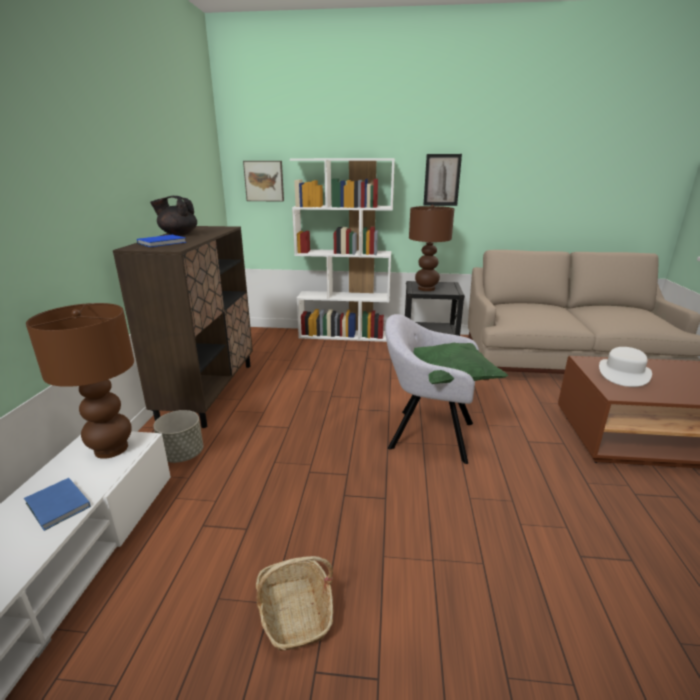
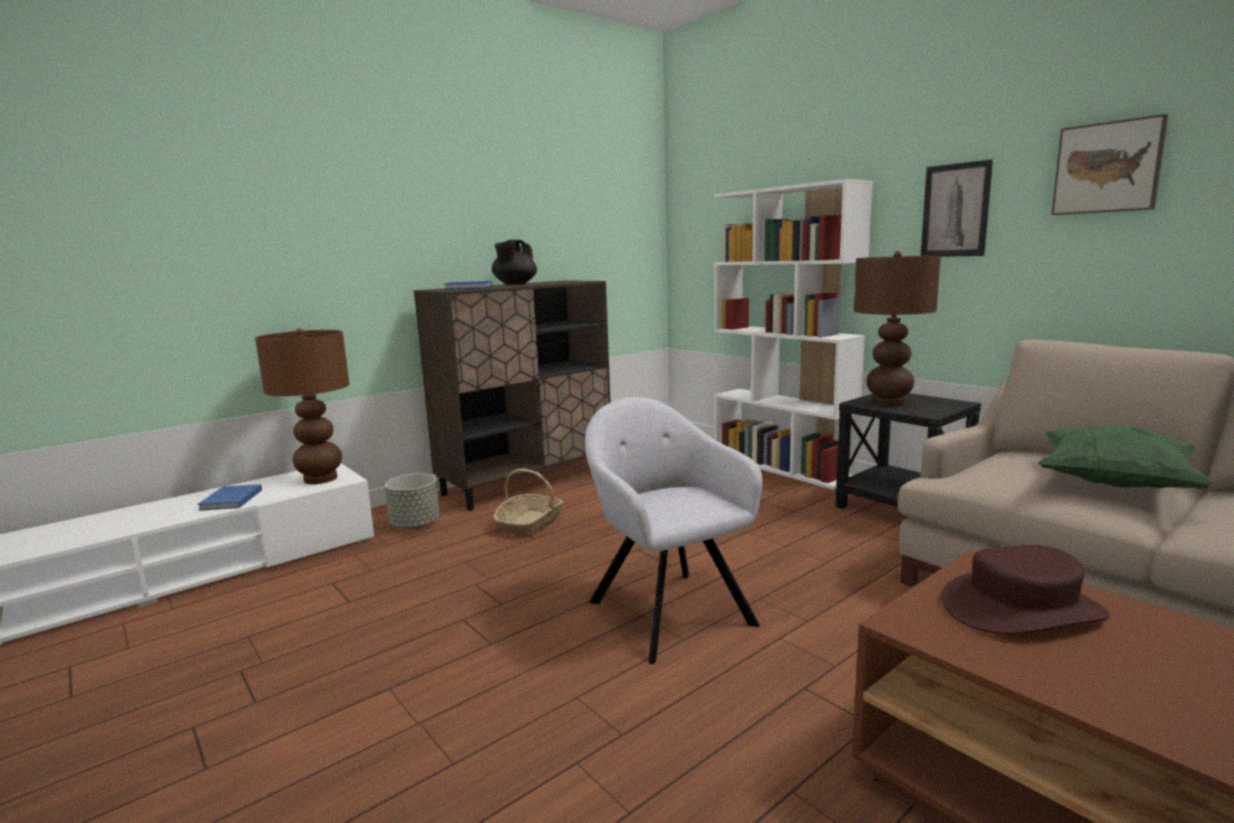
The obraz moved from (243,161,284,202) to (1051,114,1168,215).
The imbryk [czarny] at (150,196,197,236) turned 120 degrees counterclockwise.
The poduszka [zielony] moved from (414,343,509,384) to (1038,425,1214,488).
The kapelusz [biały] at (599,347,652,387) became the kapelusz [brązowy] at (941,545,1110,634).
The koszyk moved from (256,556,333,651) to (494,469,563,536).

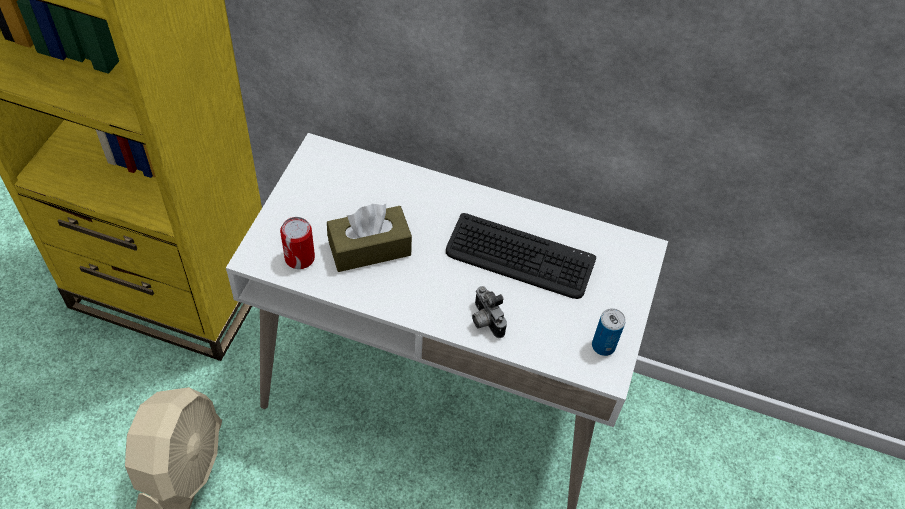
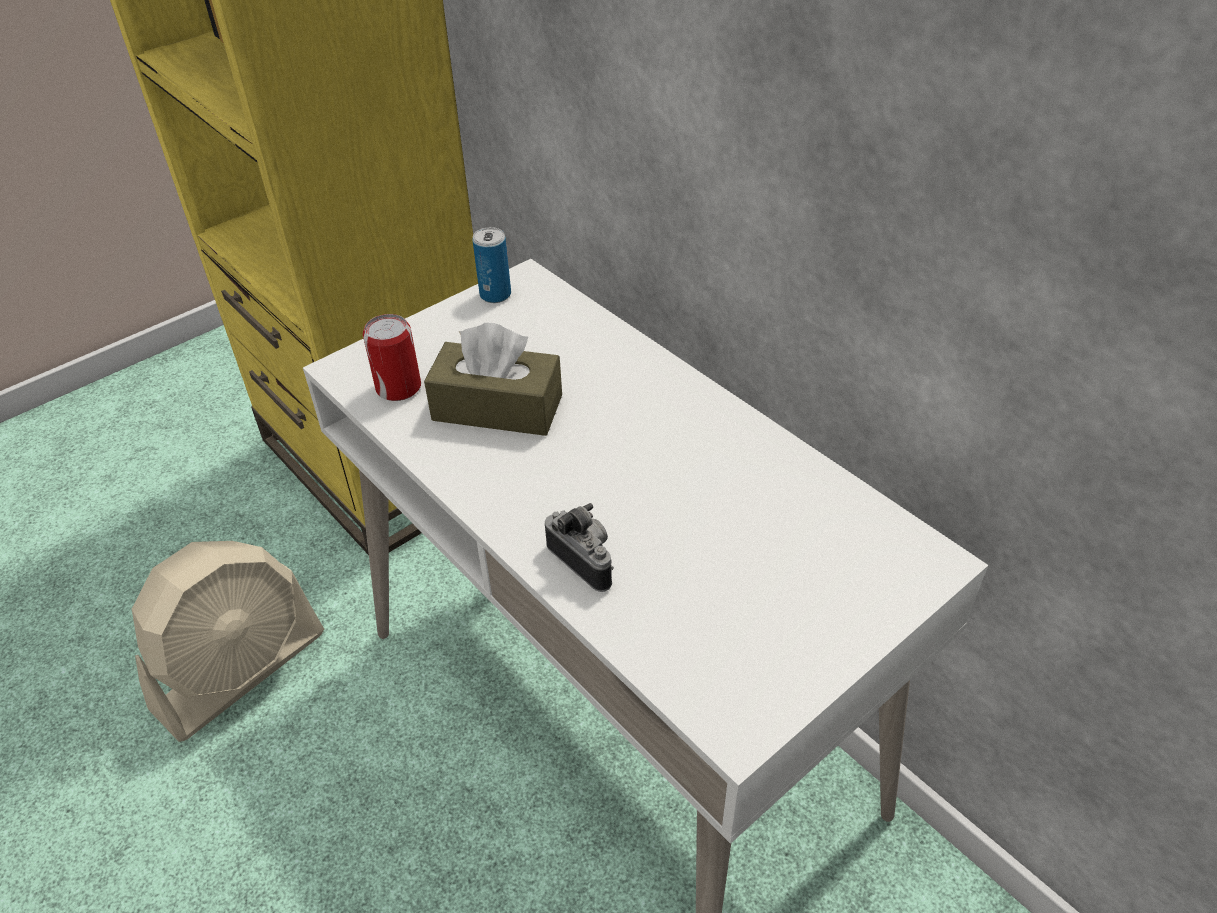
The klawiatura at (446,213,596,299) disappeared.
The aparat fotograficzny at (472,286,507,338) turned 135 degrees clockwise.
The puszka moved from (592,308,626,356) to (472,227,511,303).

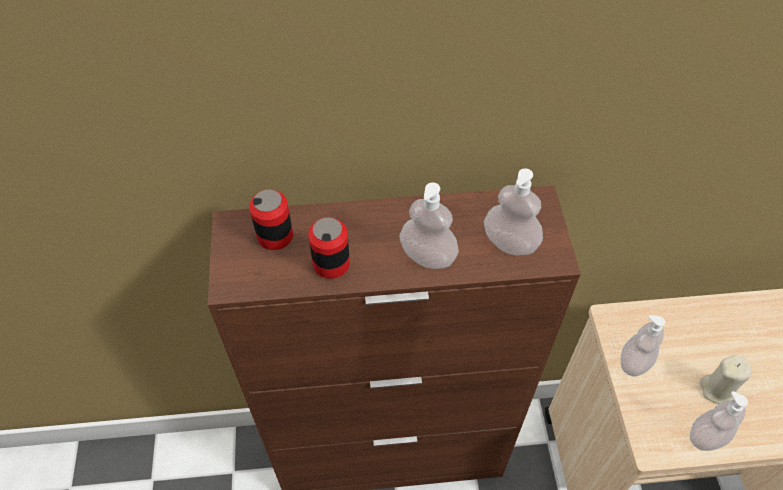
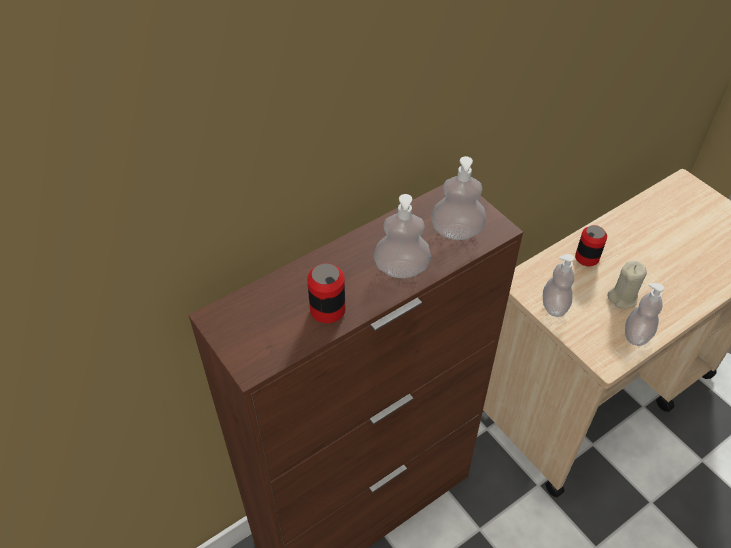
The puszka moved from (249,189,293,250) to (575,225,607,266).

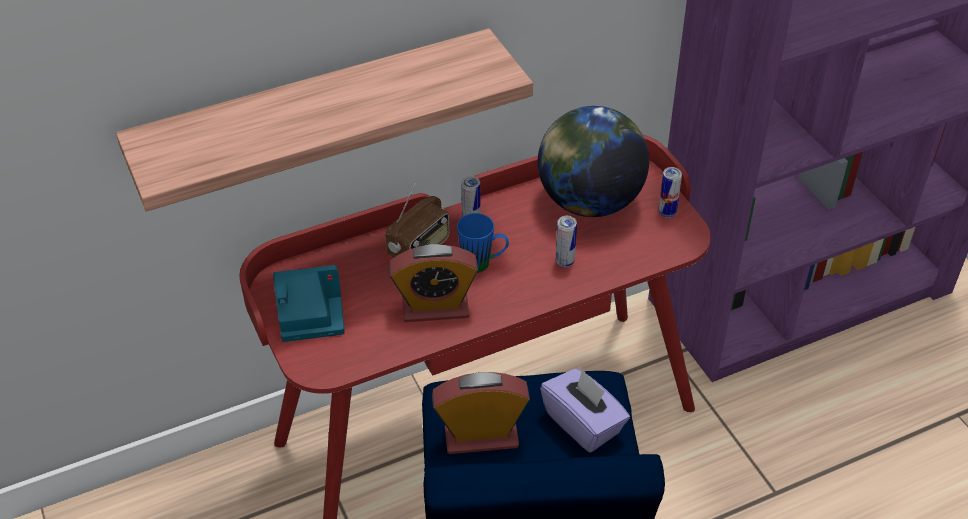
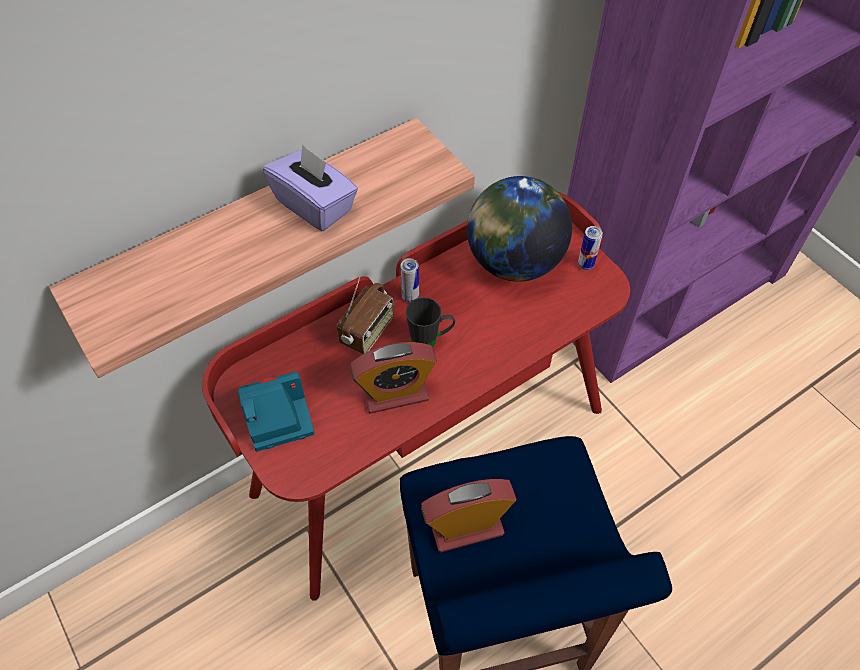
The kubek [niebieski] at (457,213,509,273) became the kubek [czarny] at (406,298,455,347).
The puszka at (556,216,577,267) disappeared.
The pudełko chusteczek [fioletowy] moved from (540,368,630,452) to (263,144,358,231).

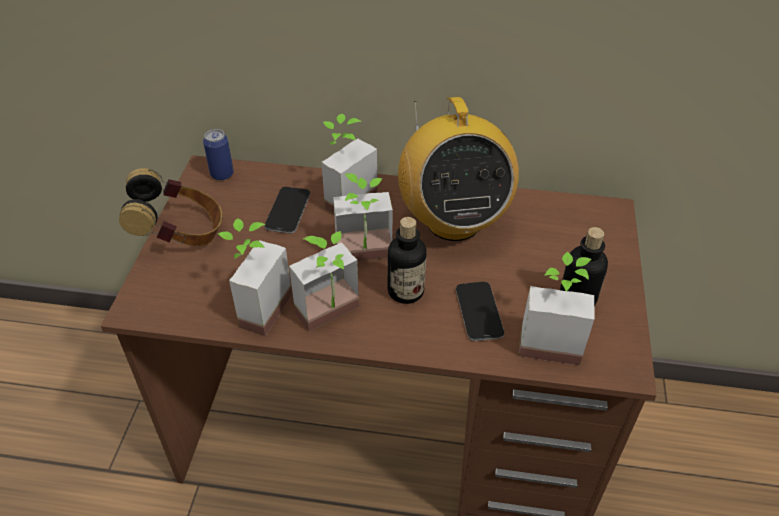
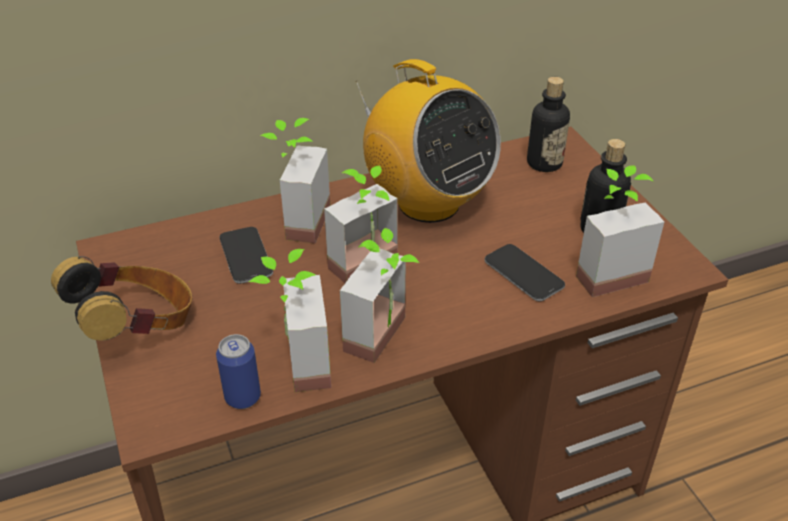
The puszka moved from (203,129,234,181) to (216,334,261,409).
The butelka moved from (388,217,426,304) to (527,77,570,172).

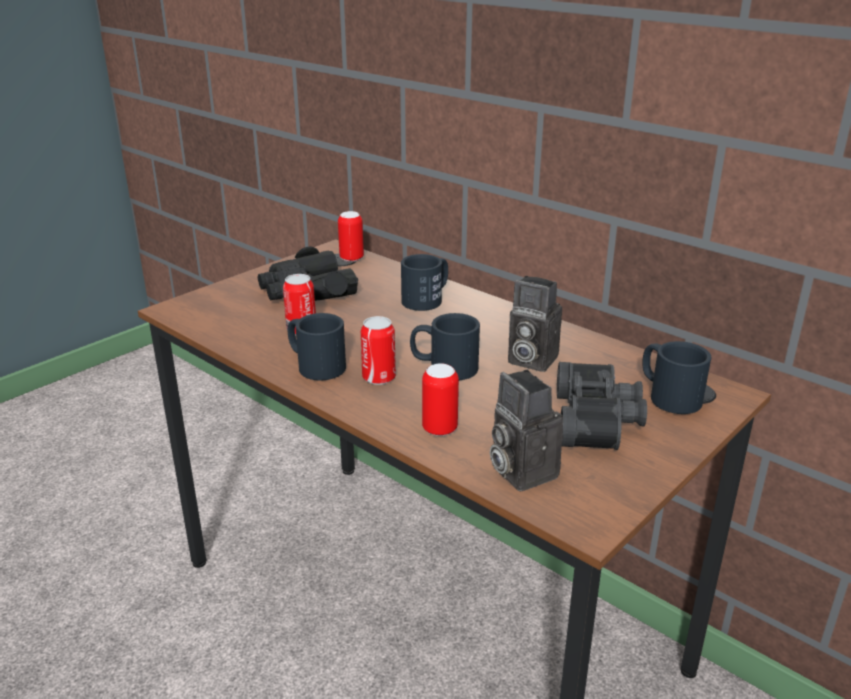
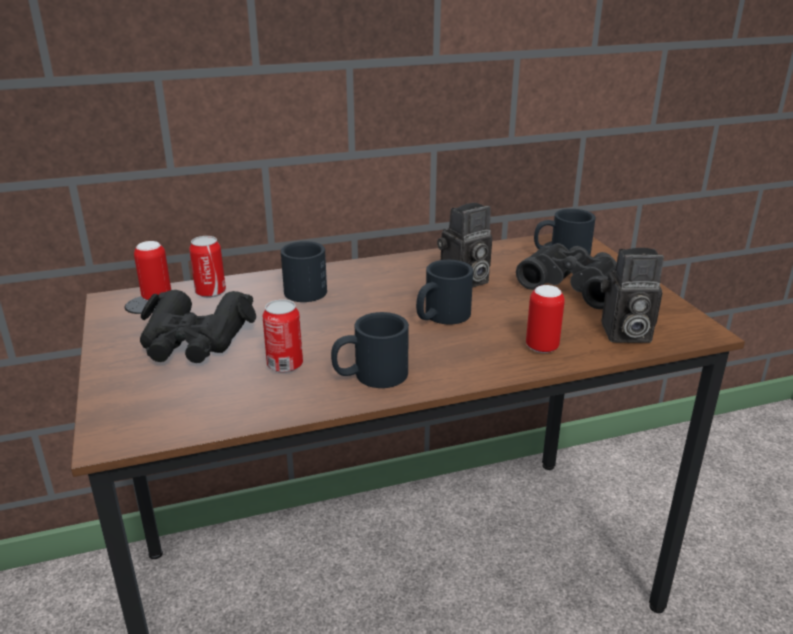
The puszka moved from (361,316,396,385) to (189,236,226,298).

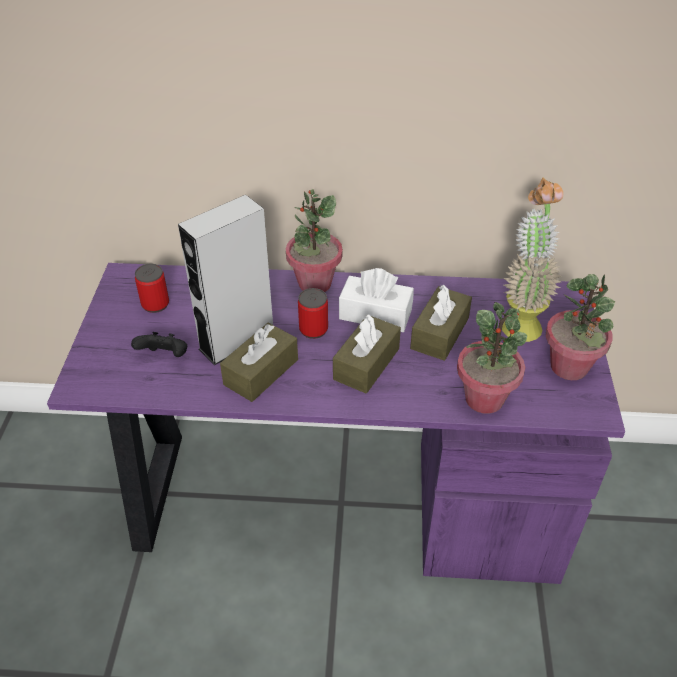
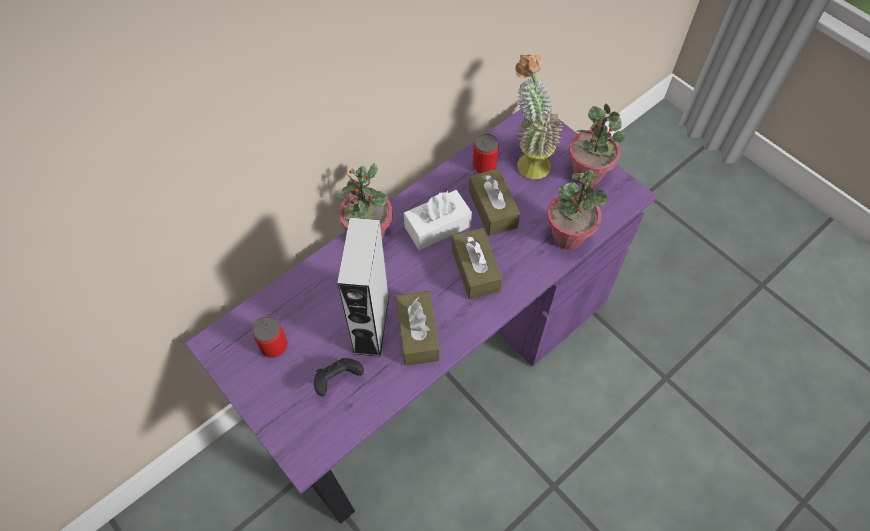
The puszka moved from (298,288,328,339) to (473,133,499,173).

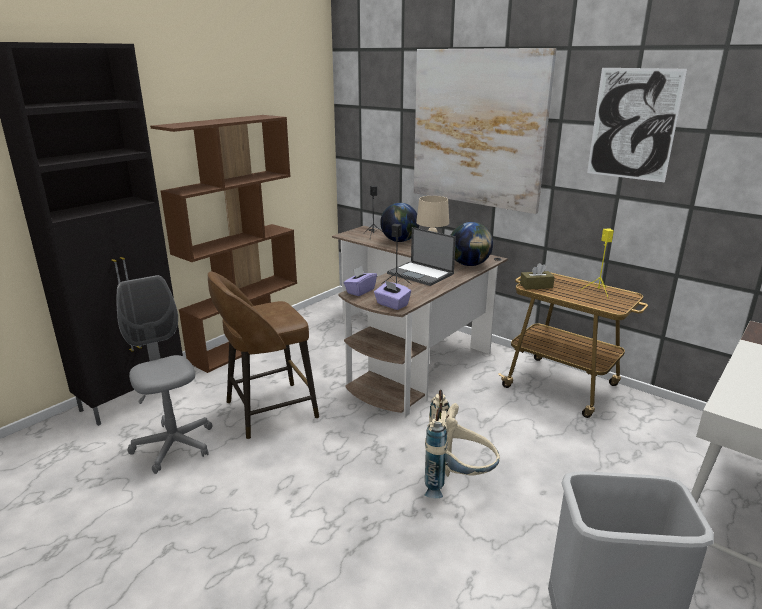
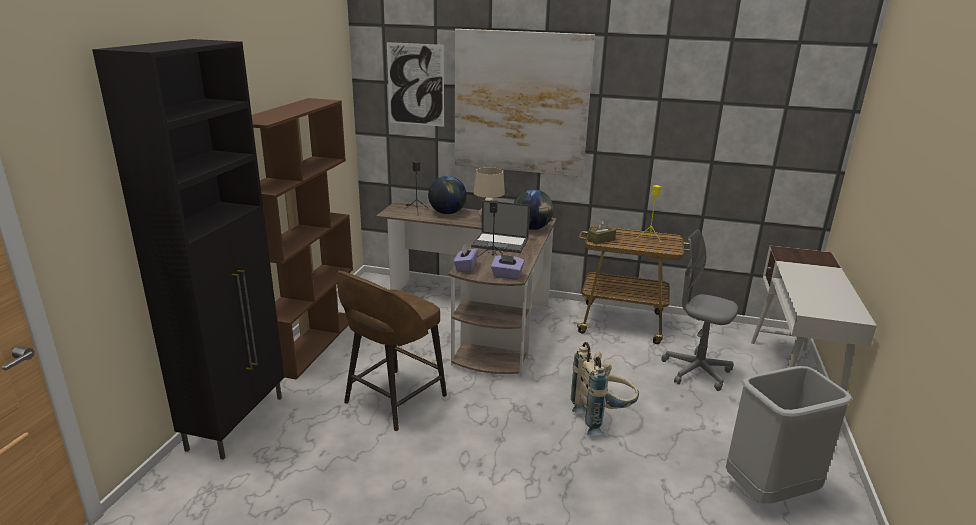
The obraz moved from (587,68,687,183) to (387,42,444,127).
The krzesło biurowe [szary] moved from (116,275,212,474) to (661,229,738,391).

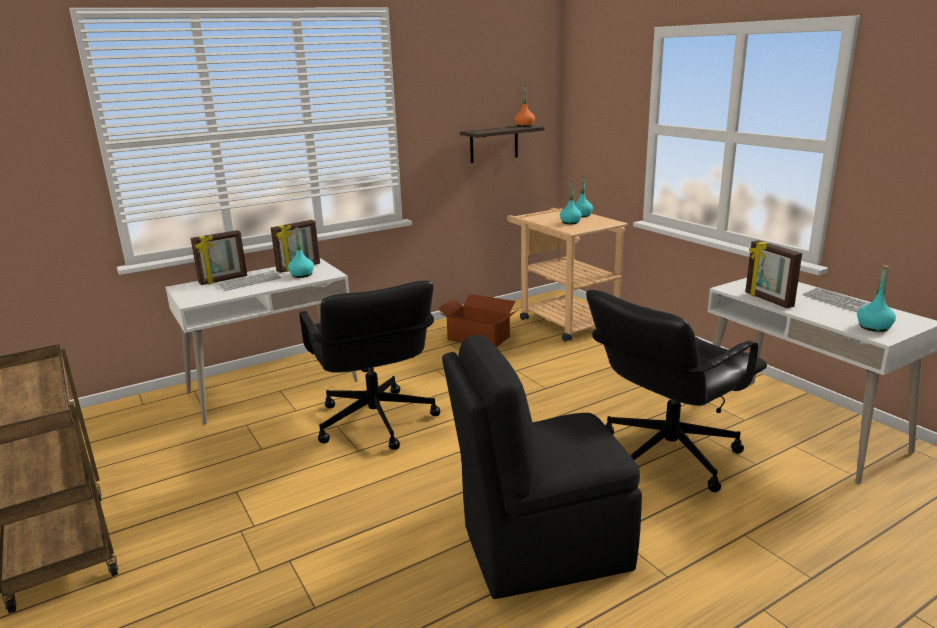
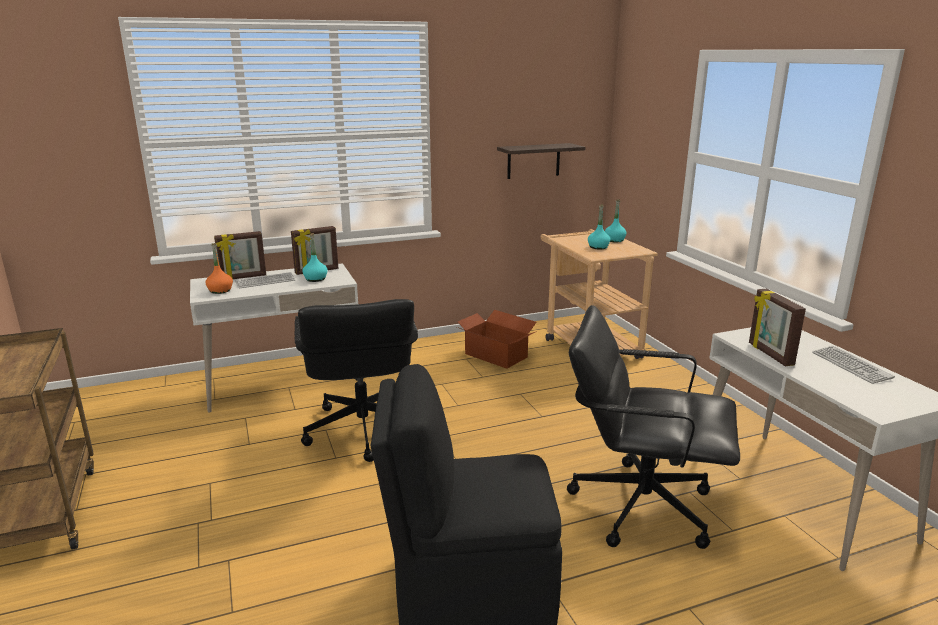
The butelka [pomarańczowy] moved from (514,85,535,127) to (205,243,233,294).
The butelka [turkusowy] at (857,265,896,332) disappeared.
The krzesło biurowe [czarny] at (586,290,767,492) turned 45 degrees clockwise.

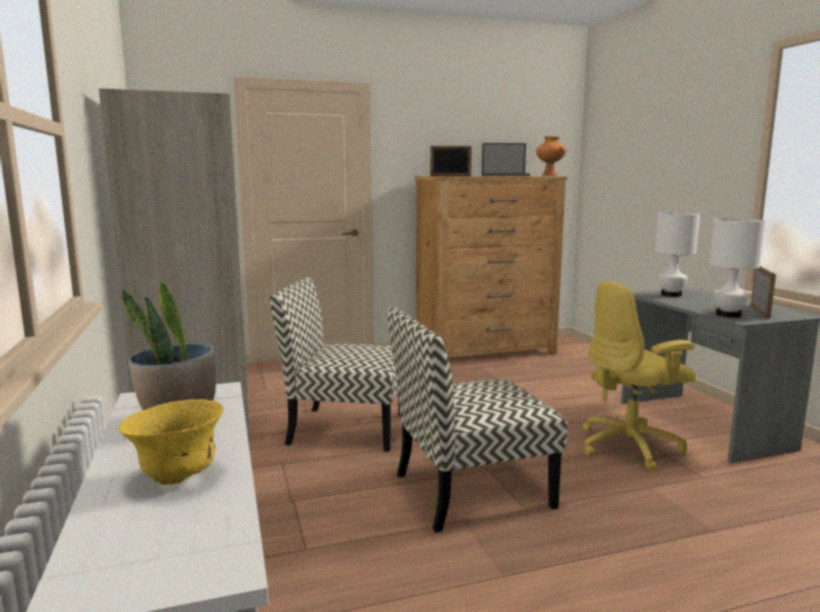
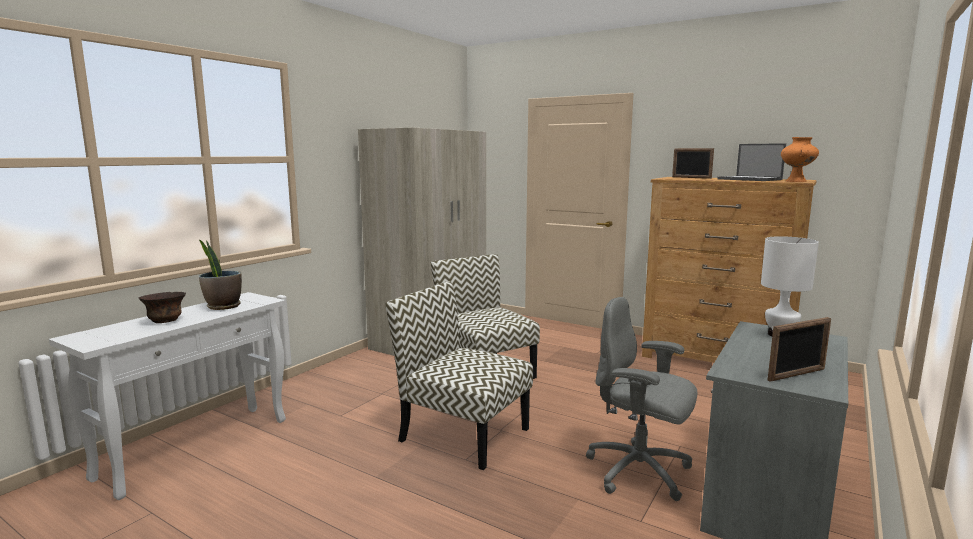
The lampa stołowa [biały] at (709,218,766,318) disappeared.
The krzesło biurowe [żółty] at (582,281,696,472) became the krzesło biurowe [szary] at (586,297,698,501).
The miska [żółty] at (119,399,224,485) became the miska [brązowy] at (138,292,186,323).

